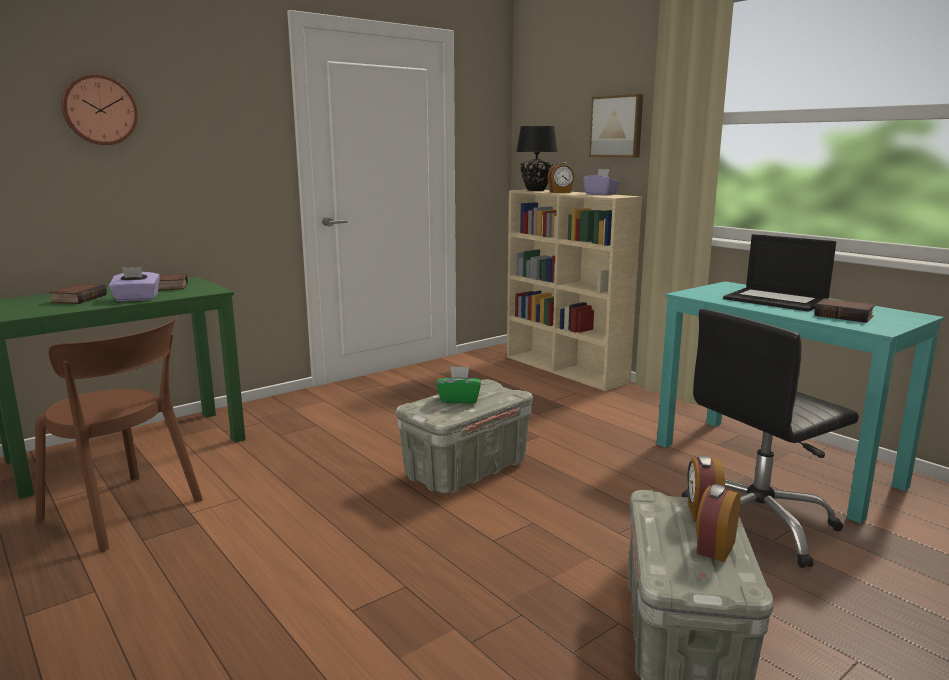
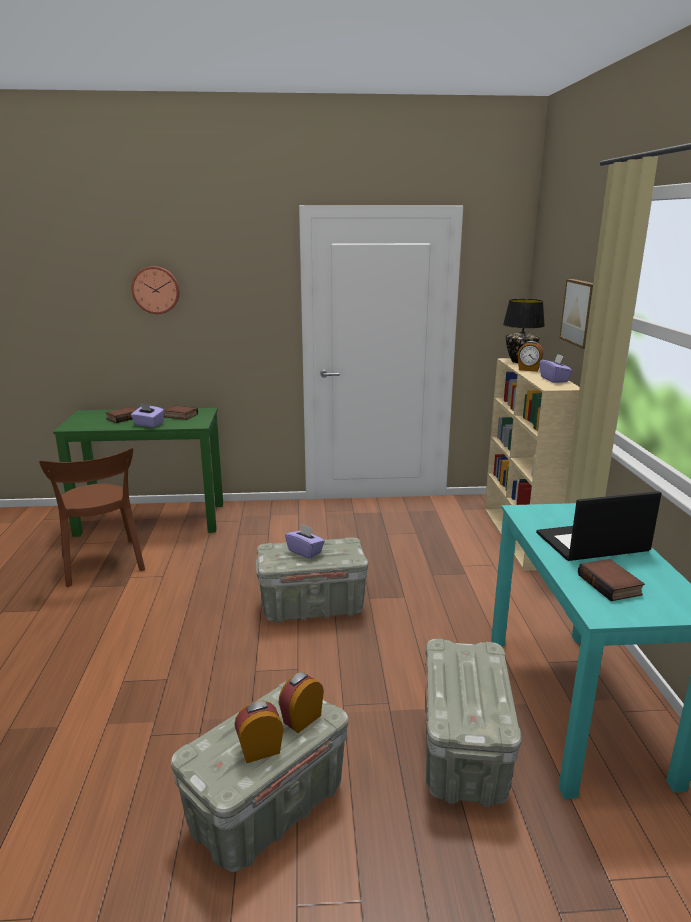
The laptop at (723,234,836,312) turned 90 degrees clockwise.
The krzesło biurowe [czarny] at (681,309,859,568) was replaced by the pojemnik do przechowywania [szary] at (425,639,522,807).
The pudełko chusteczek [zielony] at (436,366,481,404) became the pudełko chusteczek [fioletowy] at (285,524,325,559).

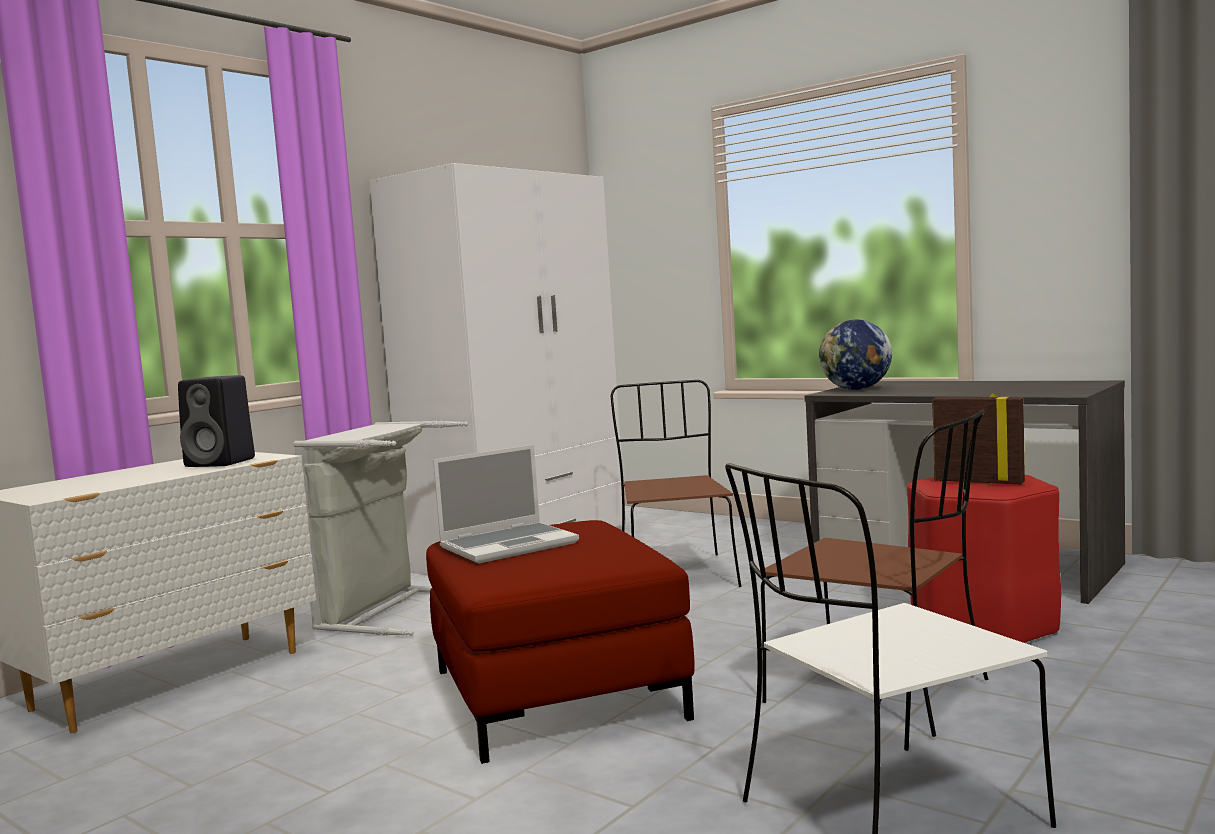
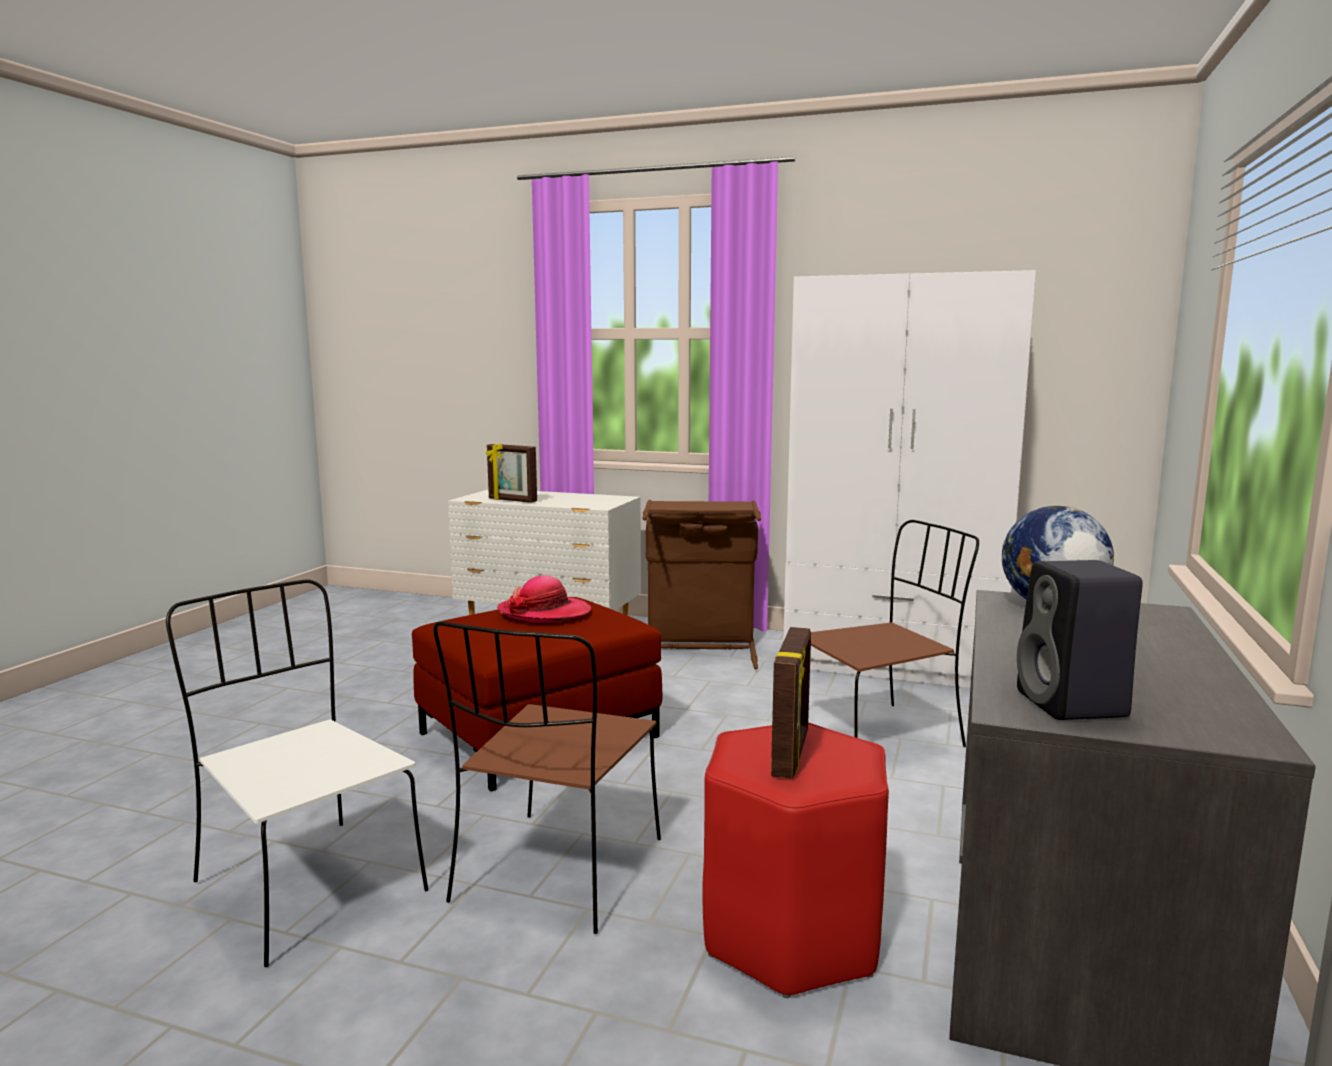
The głośnik [czarny] moved from (178,375,255,467) to (1017,560,1143,720).
The kosz na pranie [szary] at (293,420,468,636) became the kosz na pranie [brązowy] at (643,500,761,669).
The laptop at (433,445,579,564) was replaced by the kapelusz at (497,575,591,623).
The ramka na zdjęcie at (486,443,537,503) appeared.

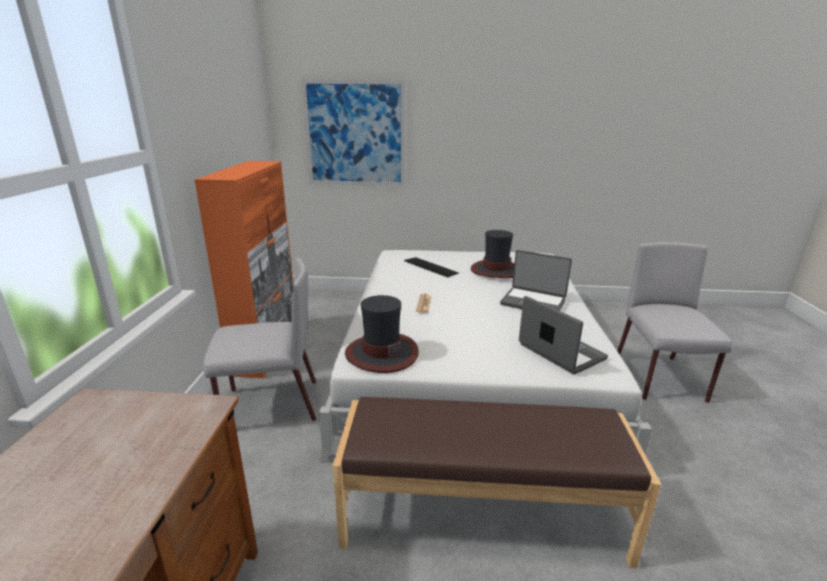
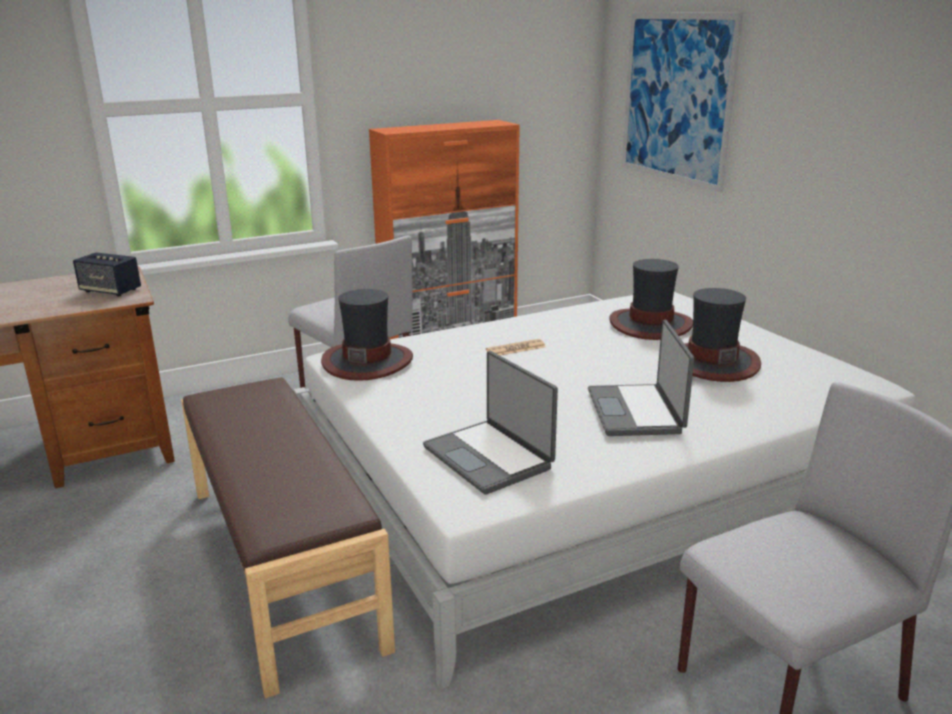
The klawiatura at (404,257,459,277) was replaced by the kapelusz at (609,259,693,340).
The laptop at (519,296,608,375) turned 120 degrees clockwise.
The głośnik at (73,252,141,296) appeared.

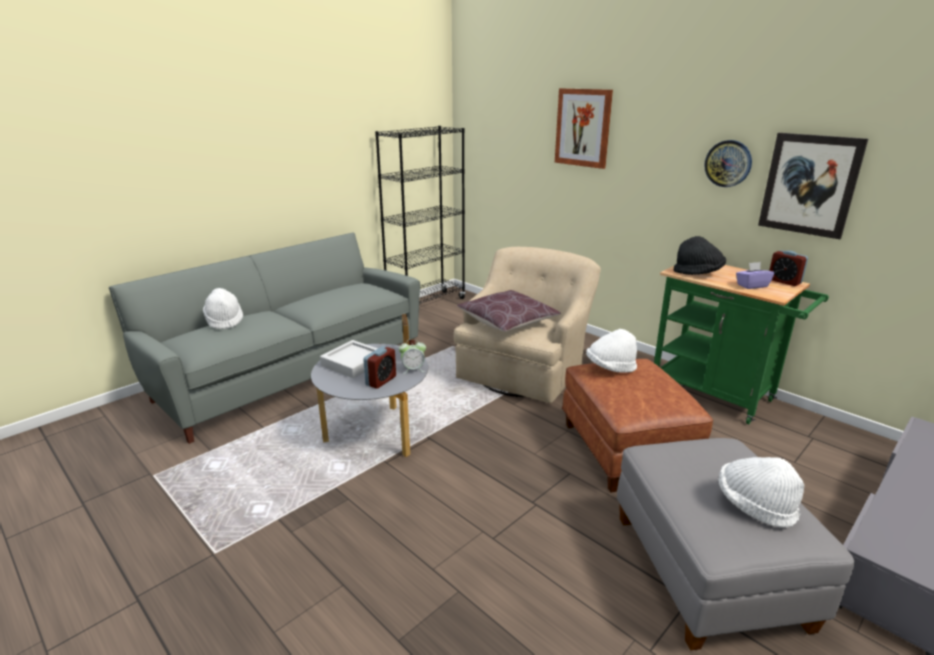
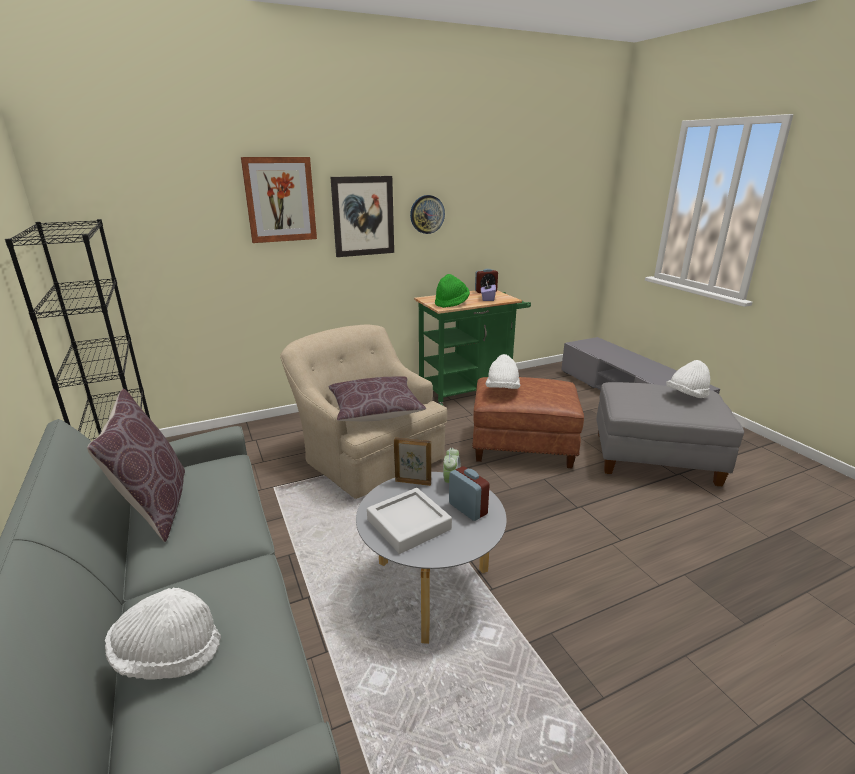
The obraz moved from (758,133,868,239) to (330,176,394,257).
The kapelusz [czarny] at (674,236,726,275) became the kapelusz [zielony] at (435,274,470,308).
The poduszka [brązowy] at (87,389,185,542) appeared.

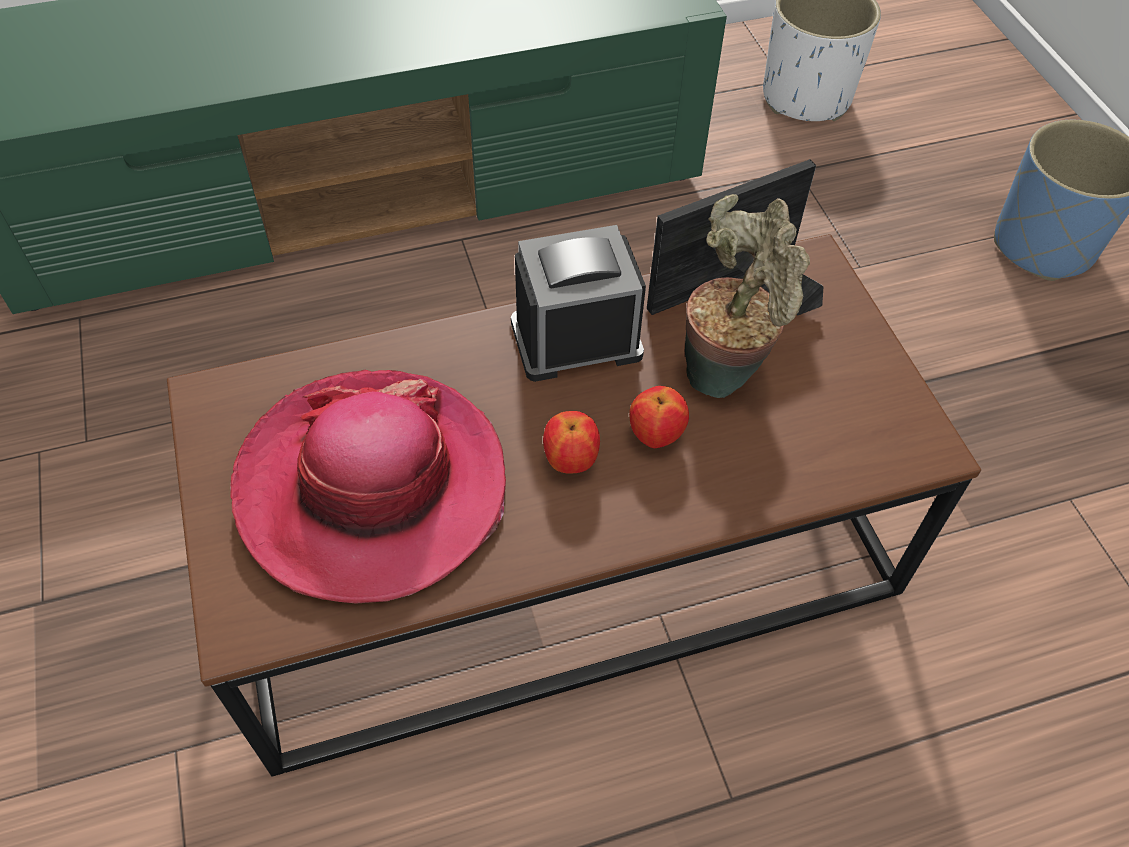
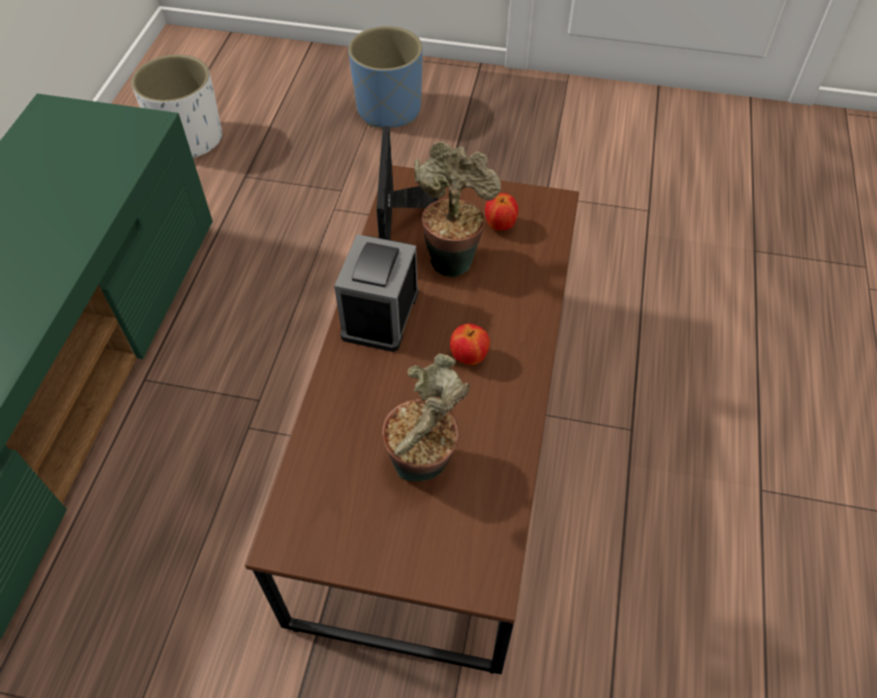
The kapelusz at (230,370,506,604) was replaced by the roślina doniczkowa at (382,353,470,481).
The jabłko moved from (629,386,689,448) to (485,193,518,231).

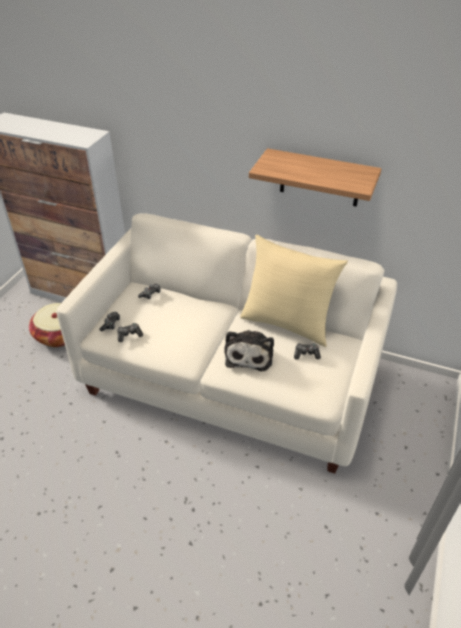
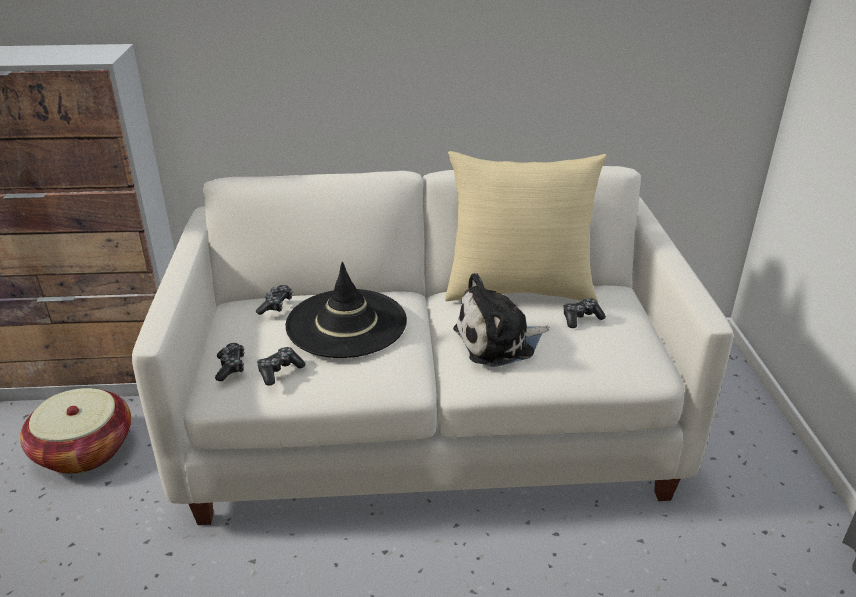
The półka at (249,148,382,207) disappeared.
The pluszak at (224,330,274,371) turned 90 degrees clockwise.
The kapelusz [czarny] at (285,262,407,358) appeared.

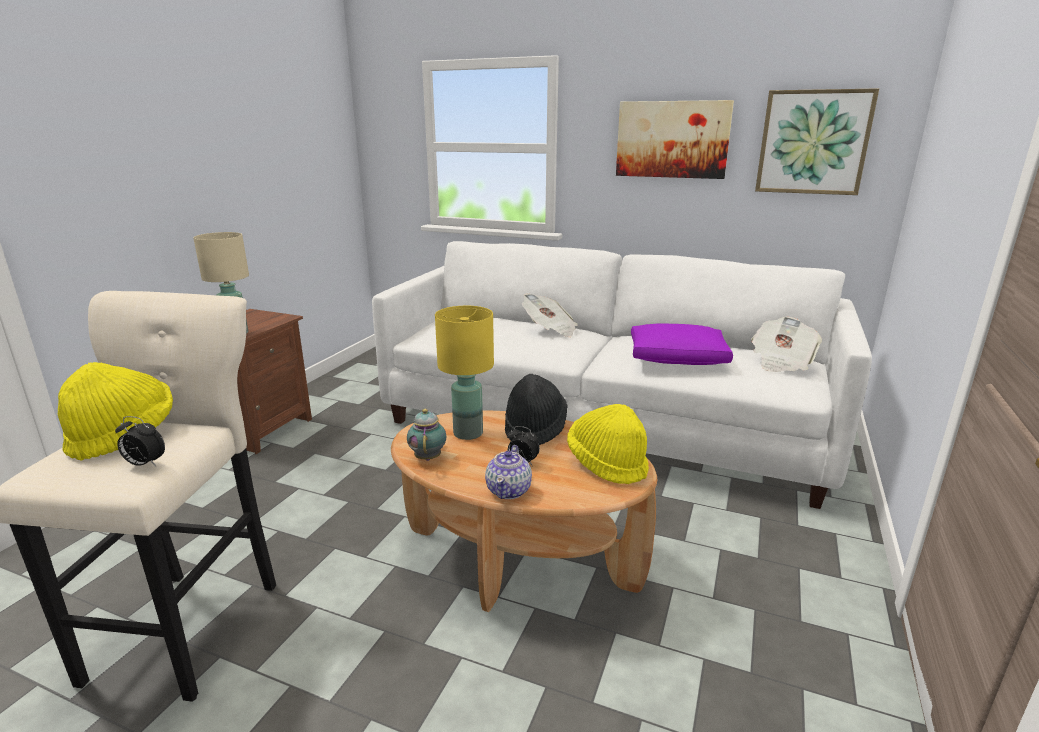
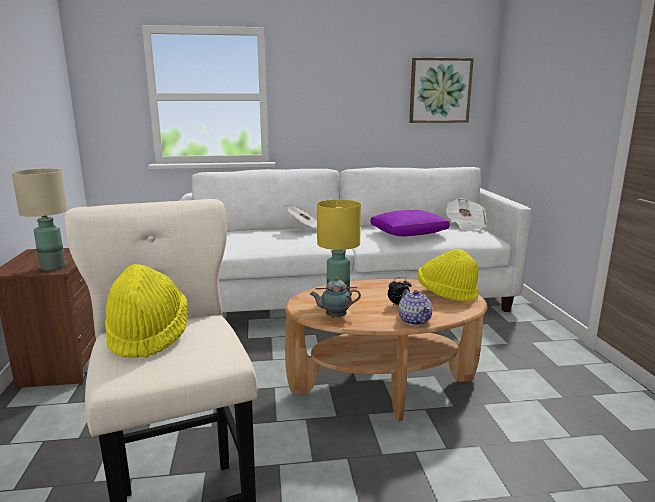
The obraz at (616,100,734,179) disappeared.
The kapelusz [czarny] at (505,374,568,446) disappeared.
The imbryk at (407,409,446,461) turned 60 degrees counterclockwise.
The budzik at (115,416,165,466) disappeared.

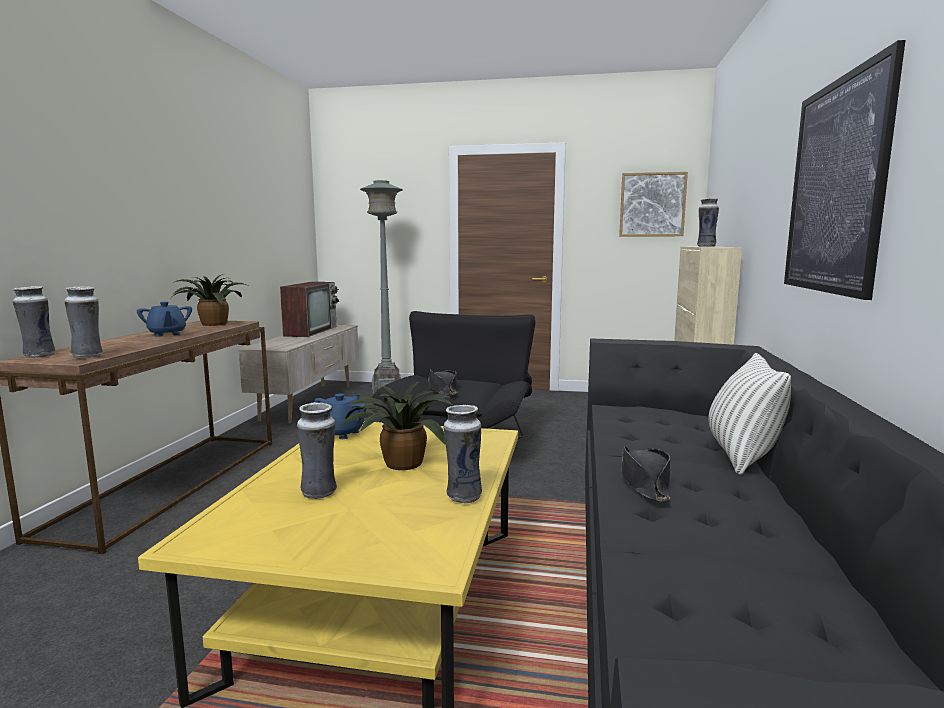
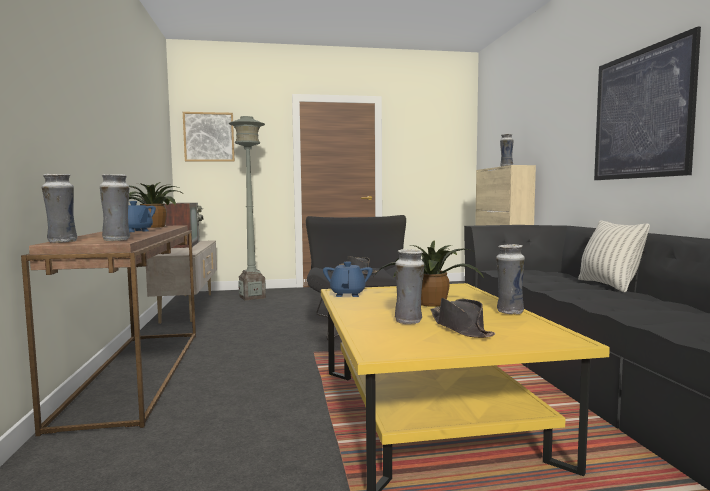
The obraz moved from (619,172,688,236) to (183,112,235,162).
The kapelusz [czarny] moved from (621,446,670,501) to (430,298,495,338).

